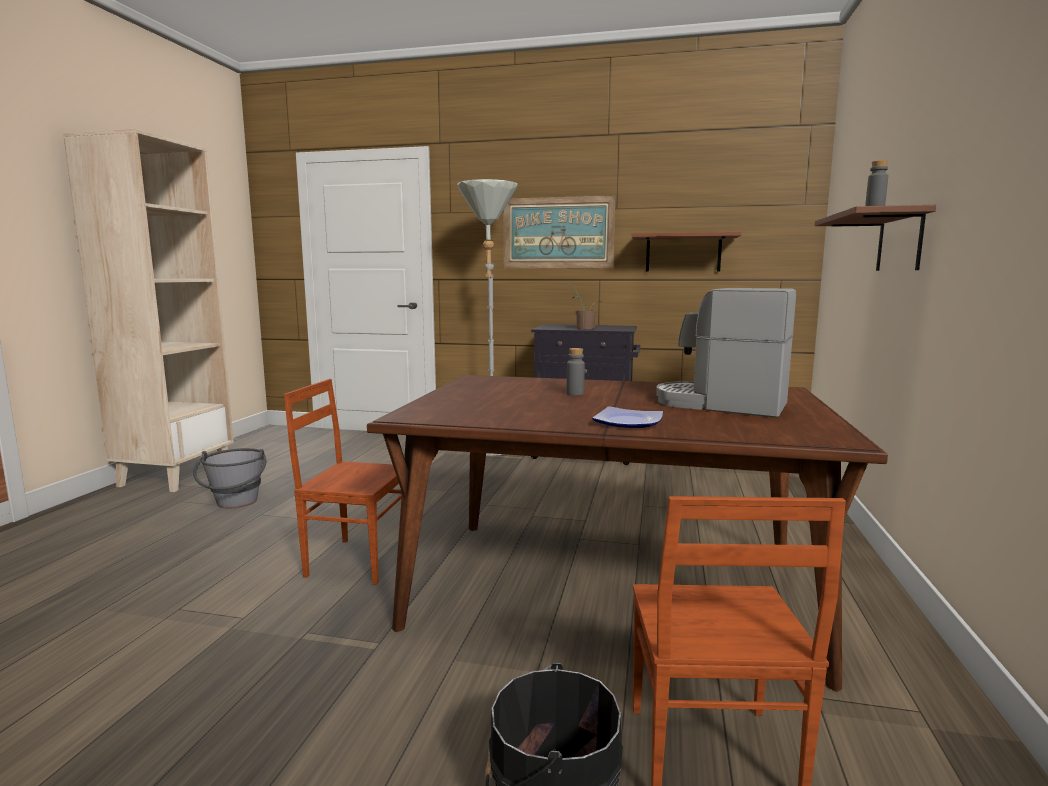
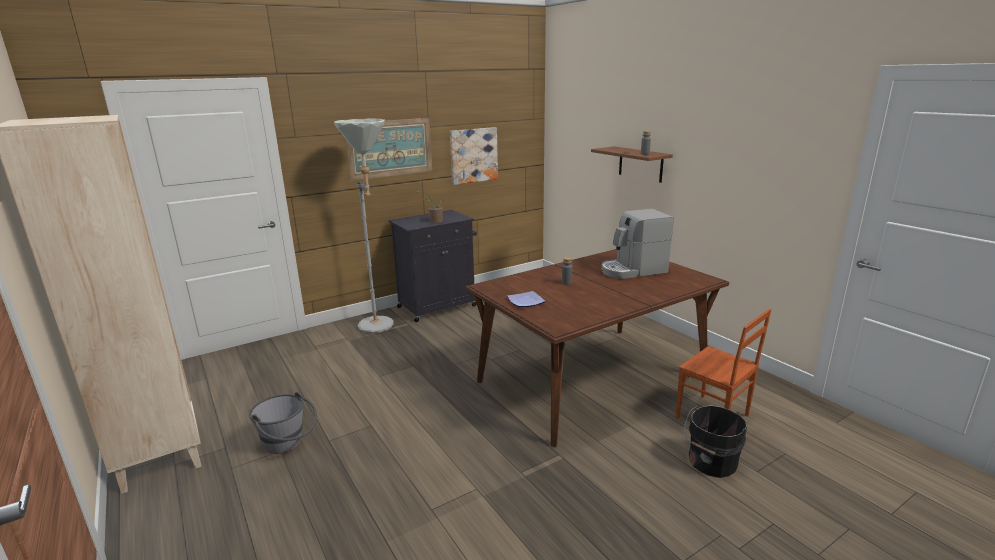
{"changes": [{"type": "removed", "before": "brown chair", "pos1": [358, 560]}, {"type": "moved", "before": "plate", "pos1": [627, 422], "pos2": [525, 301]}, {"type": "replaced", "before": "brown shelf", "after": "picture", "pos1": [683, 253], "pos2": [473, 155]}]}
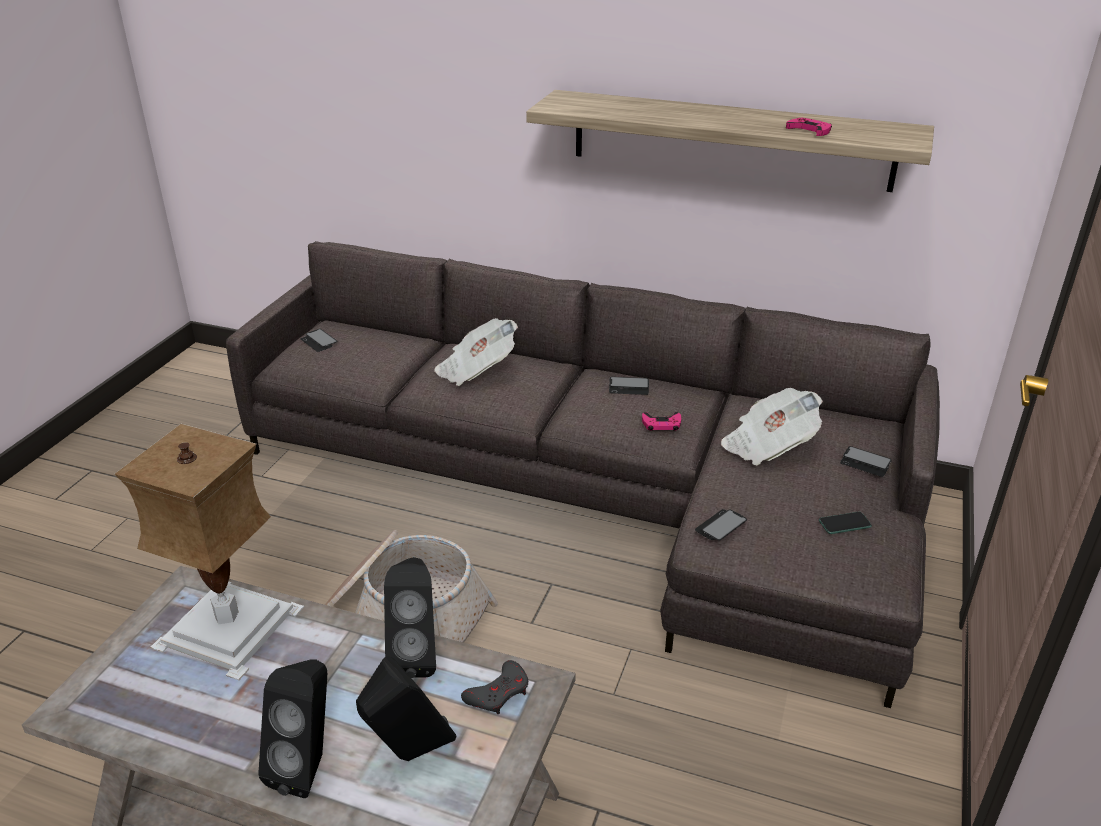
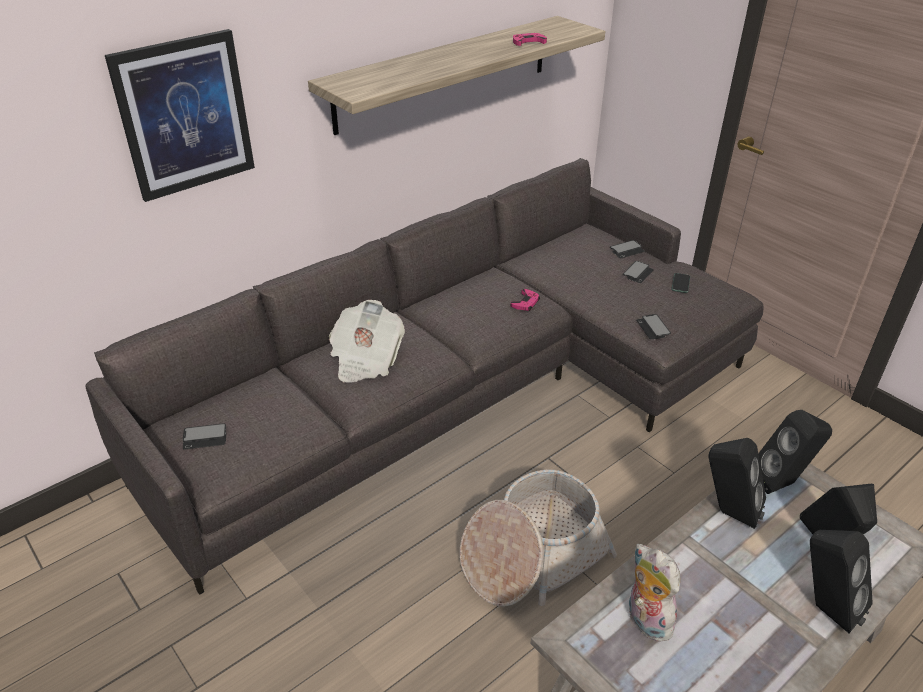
{"changes": [{"type": "removed", "before": "newspaper", "pos1": [768, 446]}, {"type": "added", "after": "picture", "pos2": [185, 115]}, {"type": "moved", "before": "phone", "pos1": [628, 387], "pos2": [638, 273]}, {"type": "replaced", "before": "table lamp", "after": "plush toy", "pos1": [229, 629], "pos2": [645, 620]}, {"type": "replaced", "before": "grey game controller", "after": "black speaker", "pos1": [498, 693], "pos2": [782, 483]}]}
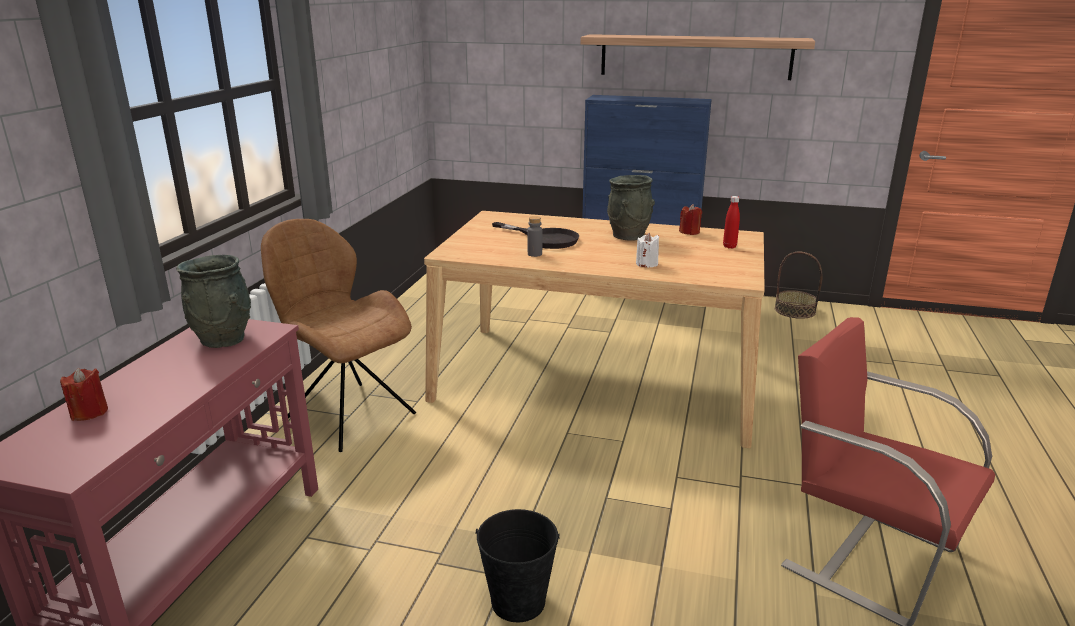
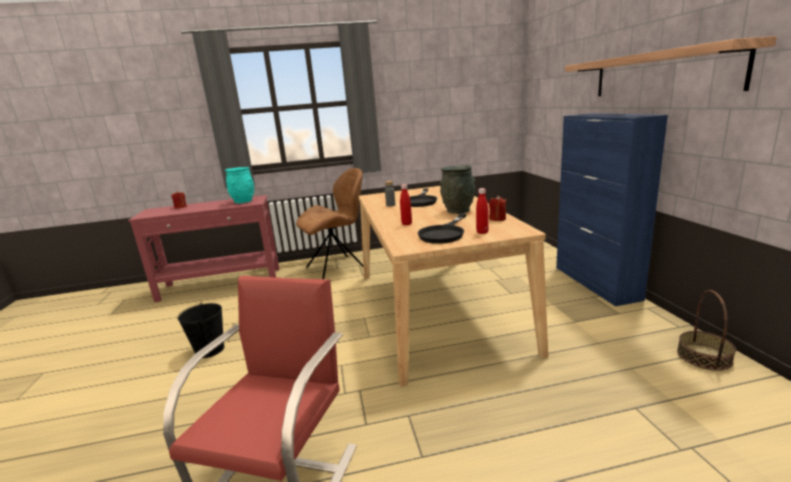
{"changes": [{"type": "added", "after": "black frying pan", "pos2": [444, 233]}, {"type": "replaced", "before": "white candle", "after": "red bottle", "pos1": [646, 264], "pos2": [406, 224]}, {"type": "recoloured", "before": "grey vase", "after": "turquoise vase", "pos1": [224, 339], "pos2": [243, 201]}, {"type": "turned", "before": "brown chair", "pos1": [348, 414], "pos2": [338, 268], "turn": 45}]}
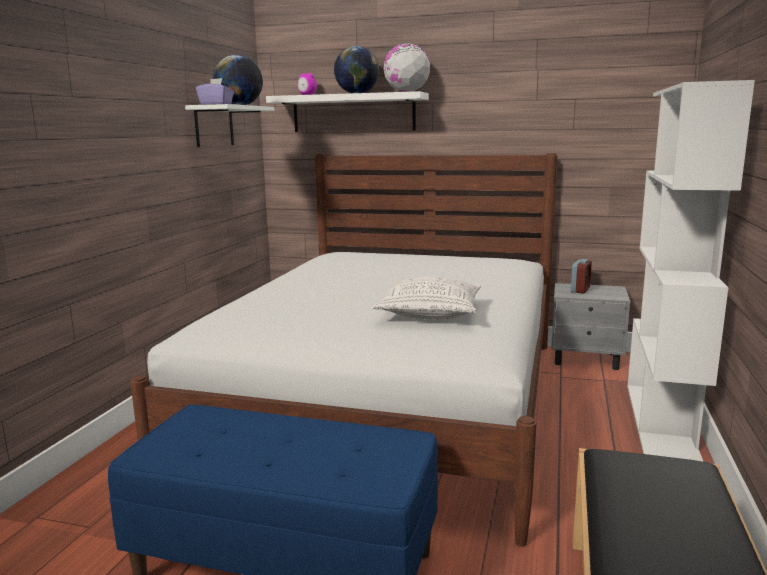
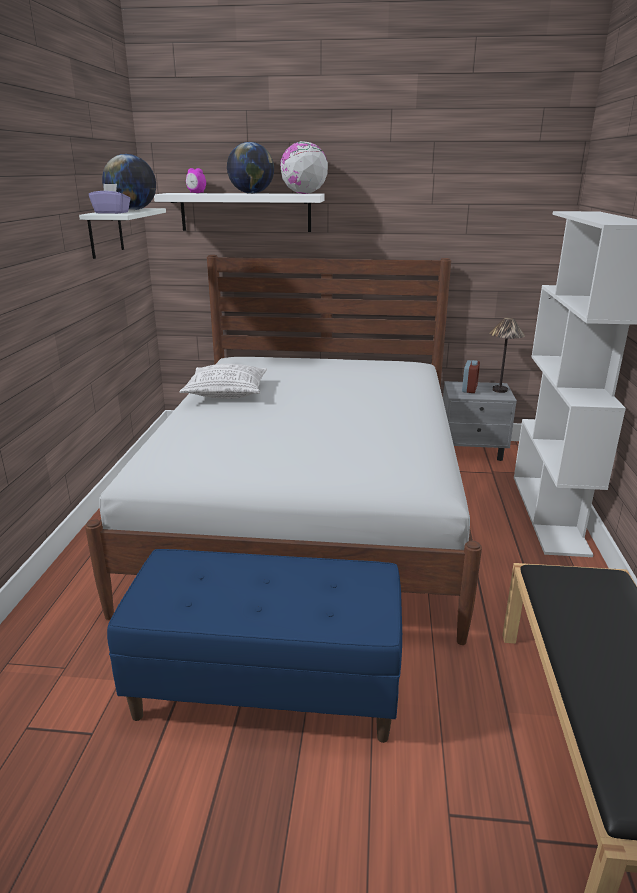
{"changes": [{"type": "added", "after": "table lamp", "pos2": [499, 390]}, {"type": "moved", "before": "pillow", "pos1": [430, 313], "pos2": [227, 393]}]}
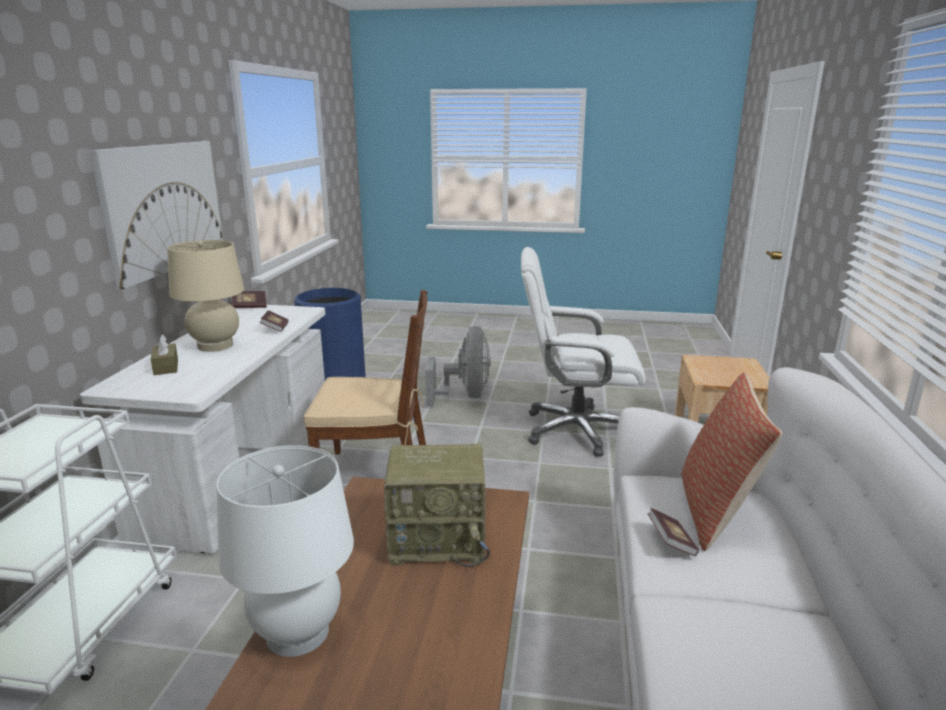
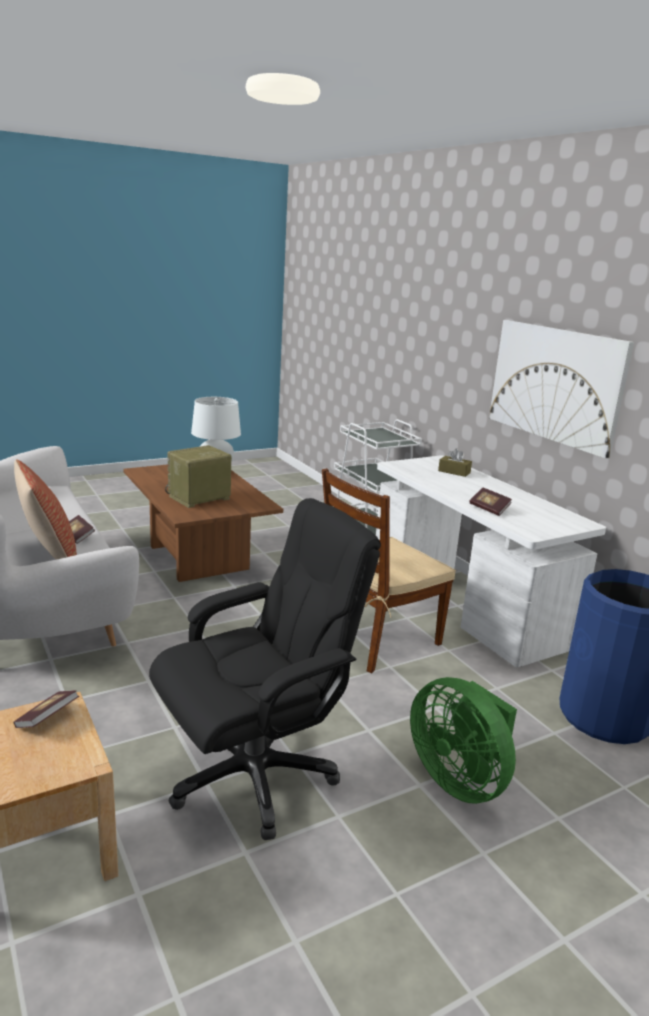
{"changes": [{"type": "removed", "before": "beige table lamp", "pos1": [215, 346]}, {"type": "moved", "before": "book", "pos1": [249, 307], "pos2": [47, 719]}, {"type": "recoloured", "before": "grey fan", "after": "green fan", "pos1": [465, 396], "pos2": [459, 779]}, {"type": "recoloured", "before": "white office chair", "after": "black office chair", "pos1": [575, 430], "pos2": [254, 775]}]}
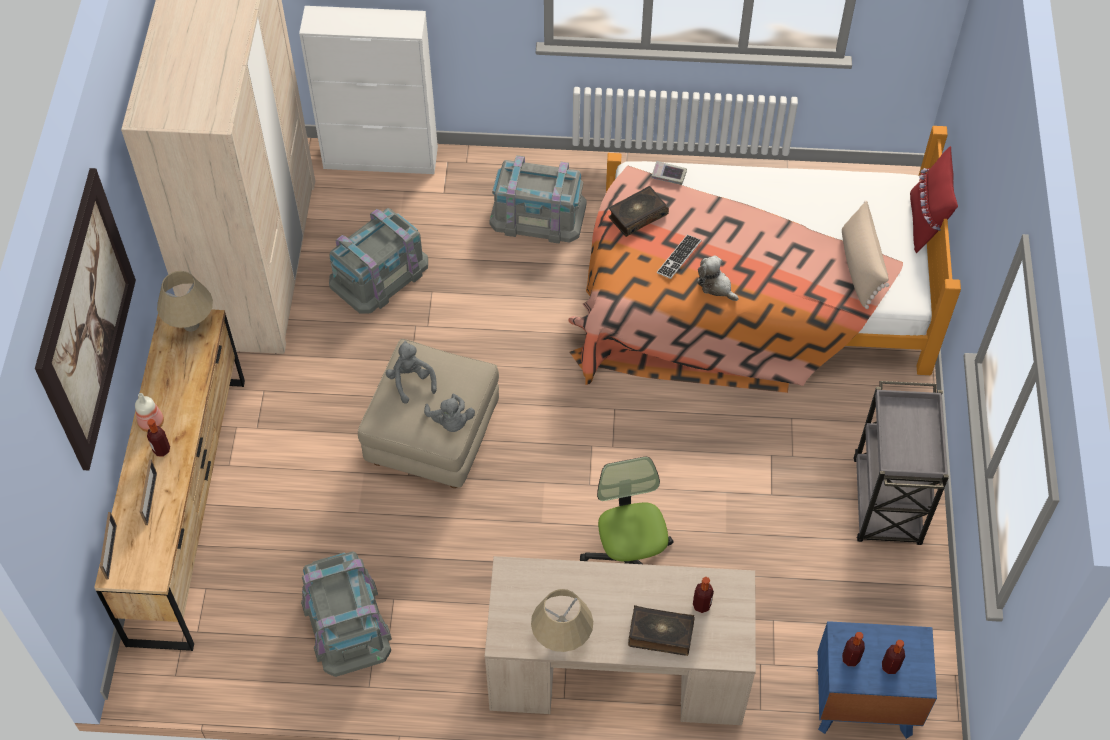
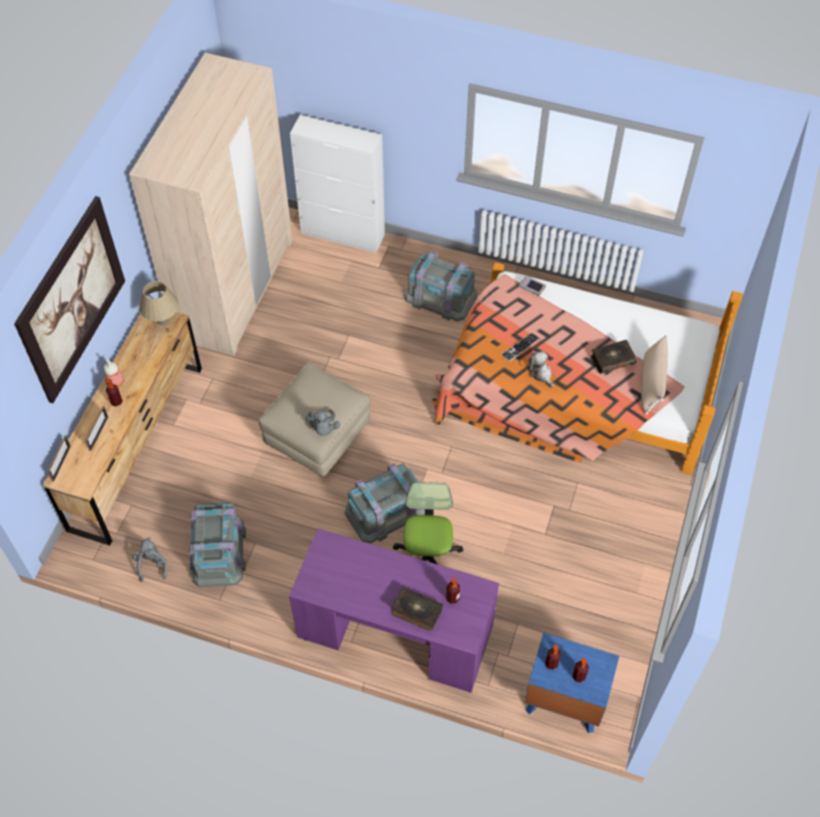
{"changes": [{"type": "removed", "before": "beige table lamp", "pos1": [561, 639]}, {"type": "removed", "before": "grey cart", "pos1": [886, 504]}, {"type": "removed", "before": "red pillow", "pos1": [925, 223]}, {"type": "moved", "before": "grey storage box", "pos1": [378, 273], "pos2": [385, 510]}, {"type": "moved", "before": "grey plush toy", "pos1": [411, 381], "pos2": [152, 565]}, {"type": "moved", "before": "book", "pos1": [637, 216], "pos2": [612, 360]}, {"type": "recoloured", "before": "beige desk", "after": "purple desk", "pos1": [616, 668], "pos2": [395, 629]}]}
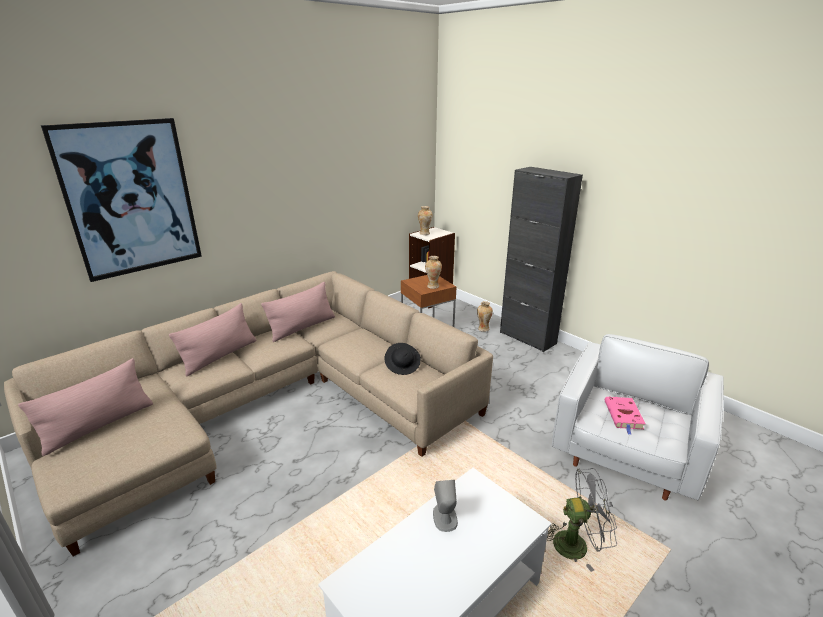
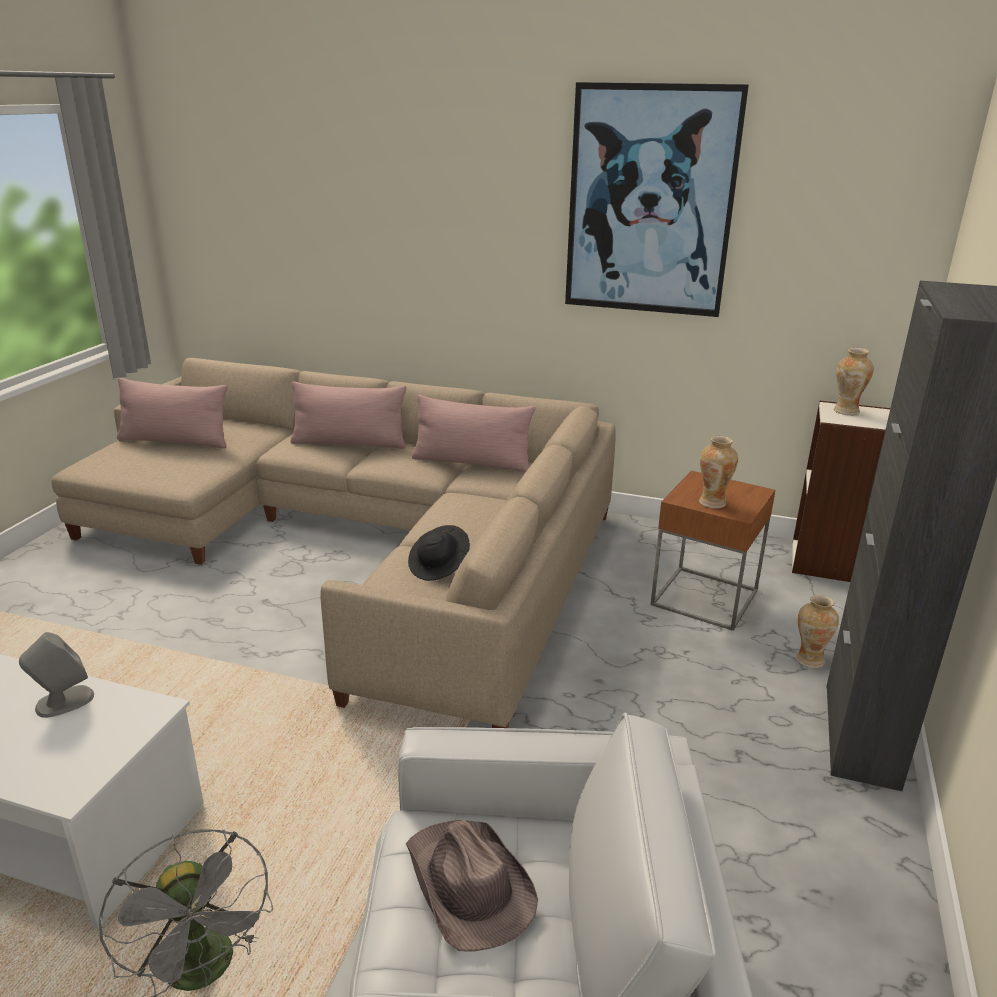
{"changes": [{"type": "moved", "before": "picture", "pos1": [131, 199], "pos2": [650, 202]}, {"type": "replaced", "before": "pink book", "after": "brown hat", "pos1": [624, 416], "pos2": [468, 885]}]}
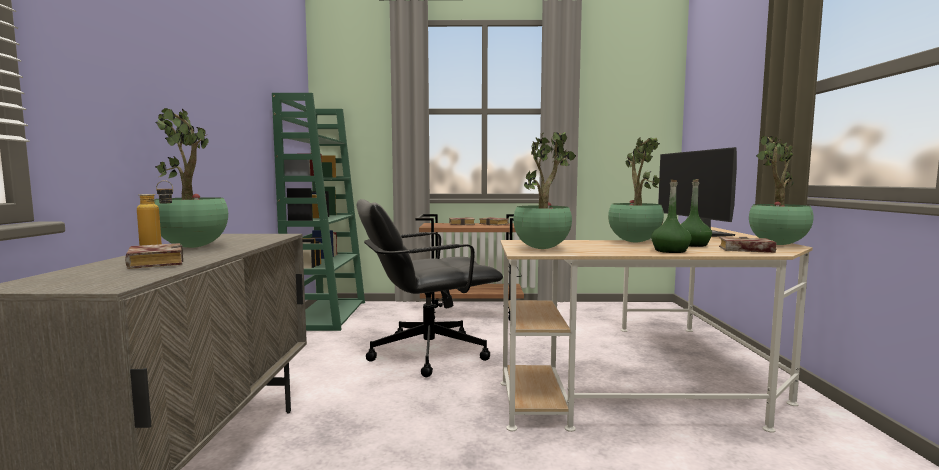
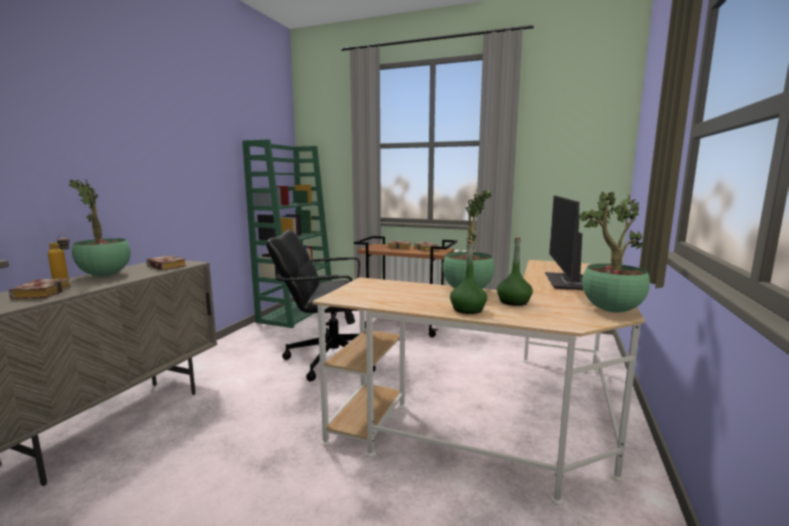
{"changes": [{"type": "removed", "before": "potted plant", "pos1": [542, 248]}, {"type": "moved", "before": "book", "pos1": [744, 250], "pos2": [164, 266]}]}
